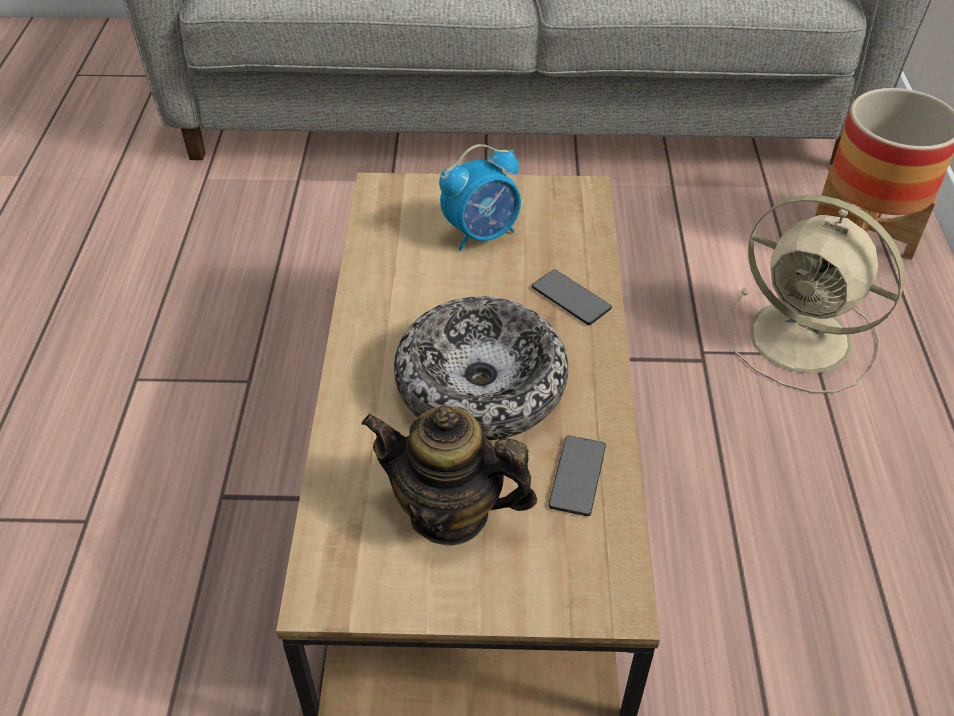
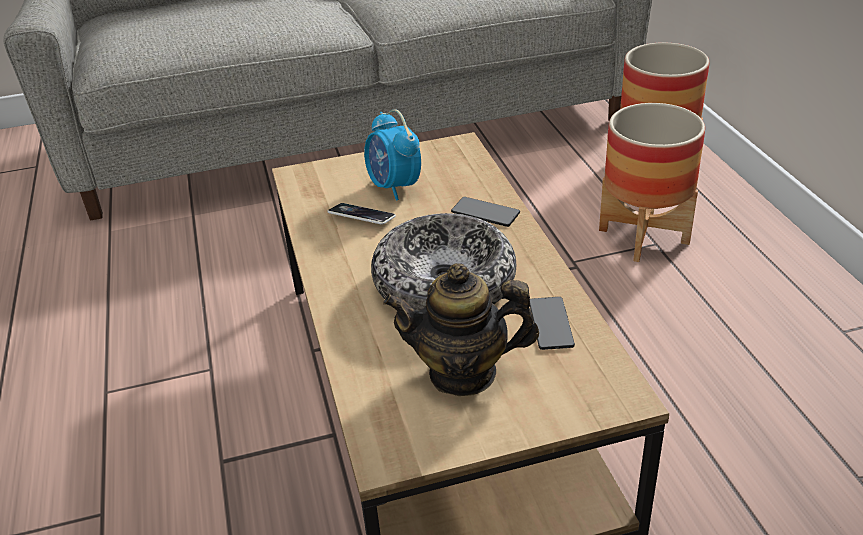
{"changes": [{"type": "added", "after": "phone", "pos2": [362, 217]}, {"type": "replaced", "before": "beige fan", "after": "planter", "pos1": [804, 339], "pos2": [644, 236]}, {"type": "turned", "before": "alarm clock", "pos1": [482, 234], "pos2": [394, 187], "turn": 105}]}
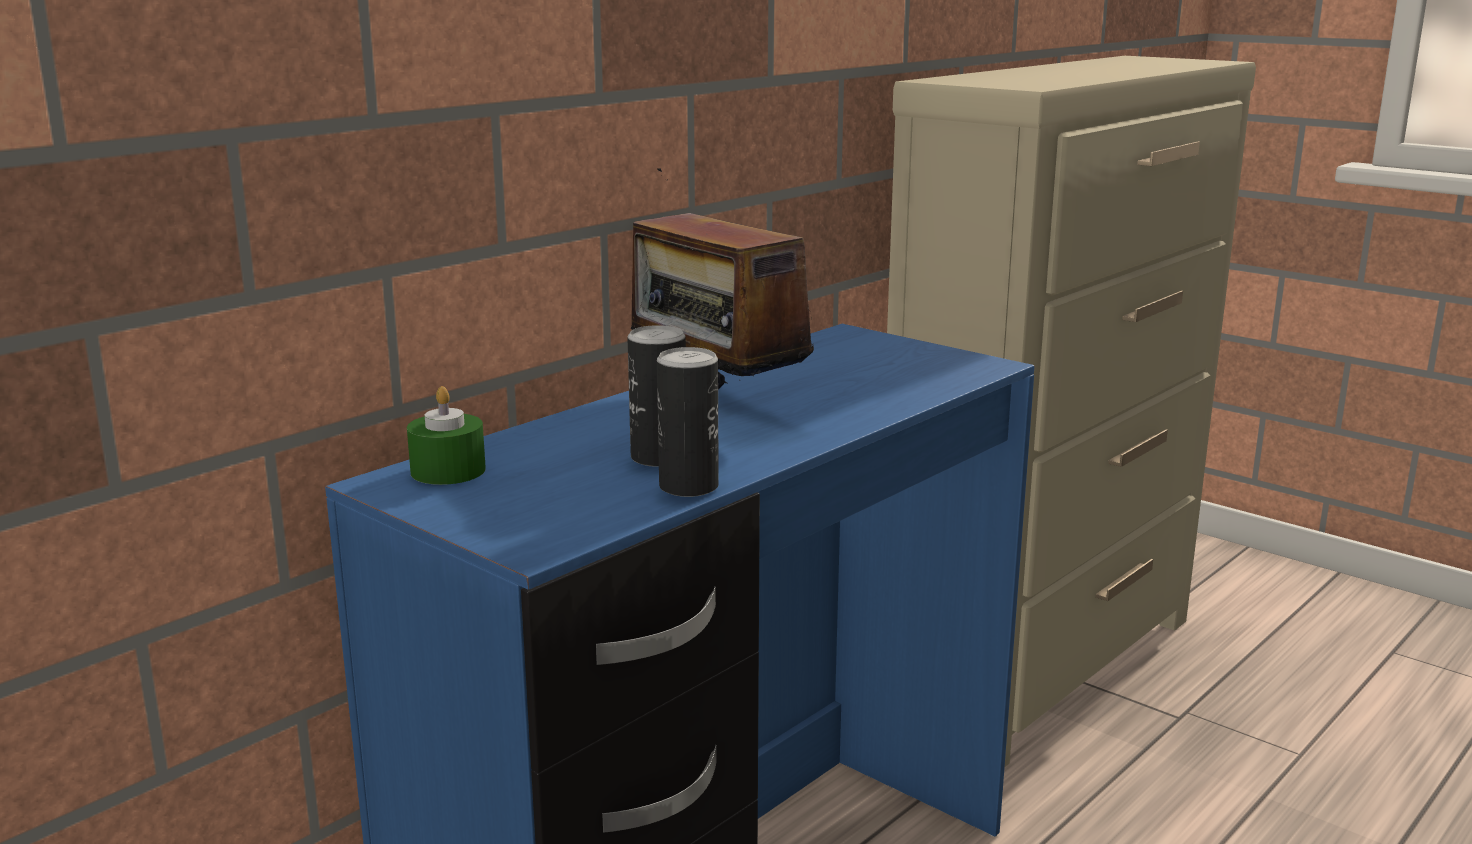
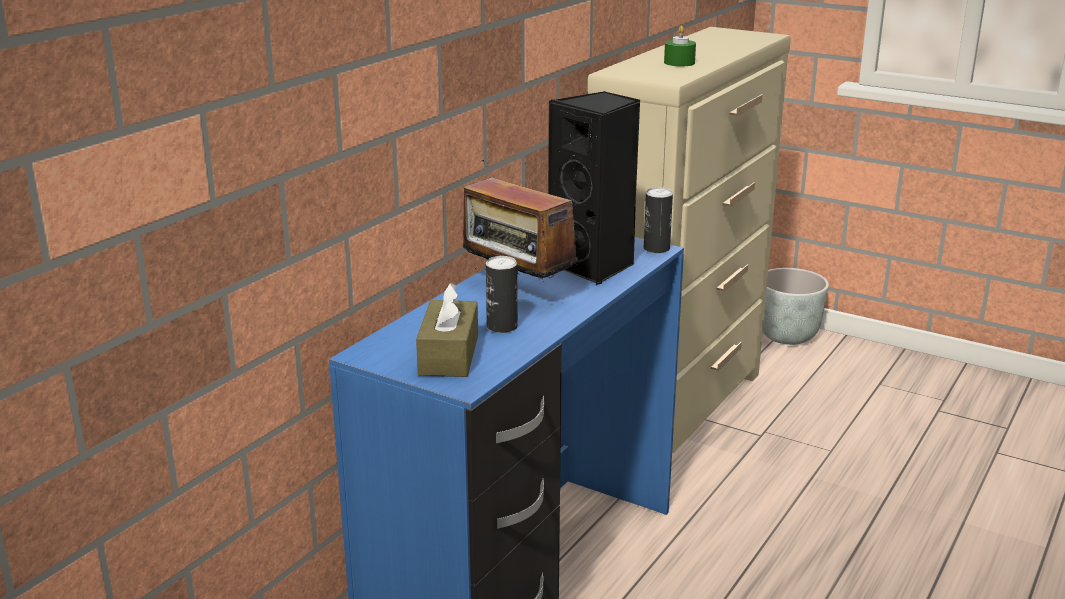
{"changes": [{"type": "added", "after": "brown tissue box", "pos2": [449, 355]}, {"type": "added", "after": "black speaker", "pos2": [595, 267]}, {"type": "added", "after": "grey planter", "pos2": [787, 336]}, {"type": "moved", "before": "green candle", "pos1": [448, 471], "pos2": [679, 63]}, {"type": "moved", "before": "can", "pos1": [688, 486], "pos2": [656, 248]}]}
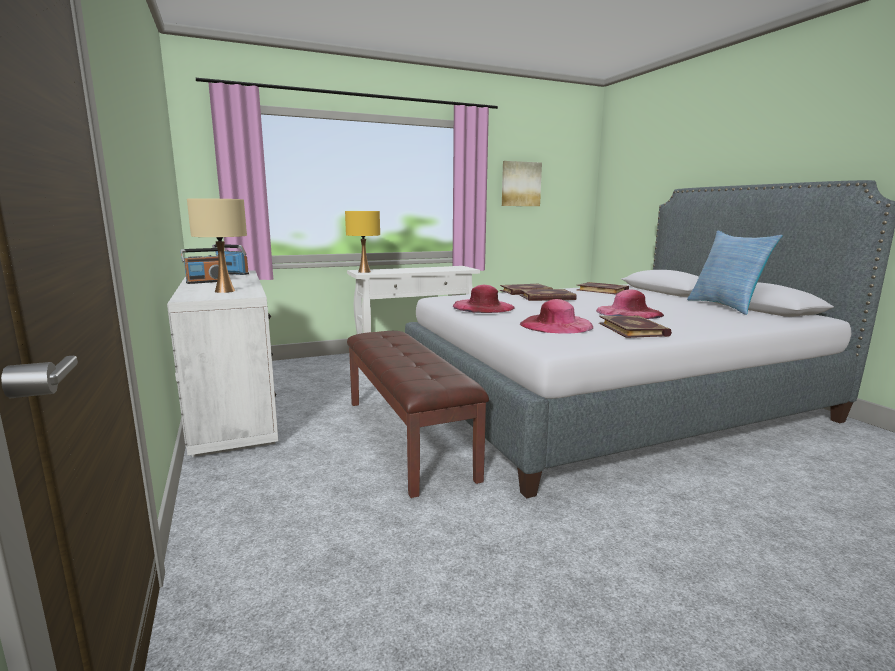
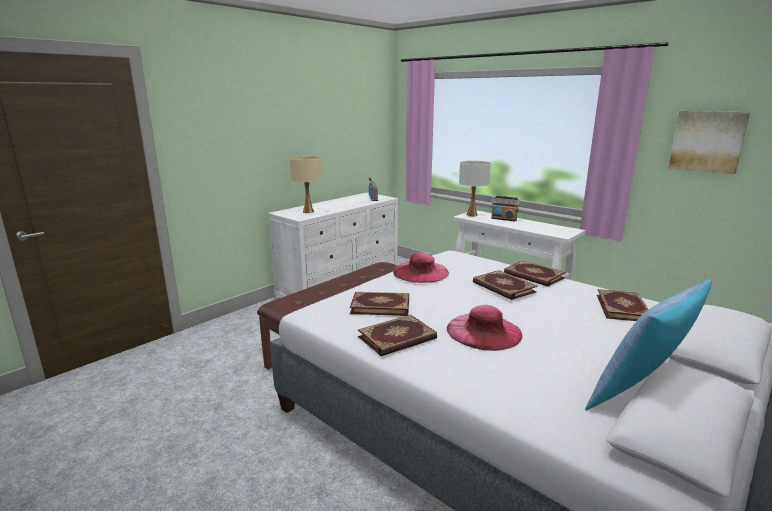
{"changes": [{"type": "moved", "before": "radio", "pos1": [206, 282], "pos2": [504, 219]}, {"type": "replaced", "before": "pink hat", "after": "book", "pos1": [556, 325], "pos2": [380, 305]}, {"type": "recoloured", "before": "yellow table lamp", "after": "white table lamp", "pos1": [364, 272], "pos2": [472, 215]}]}
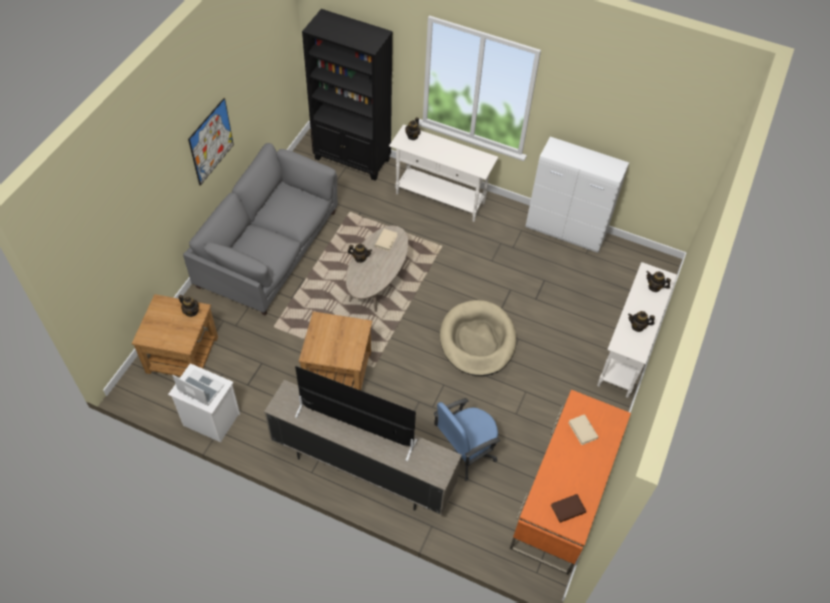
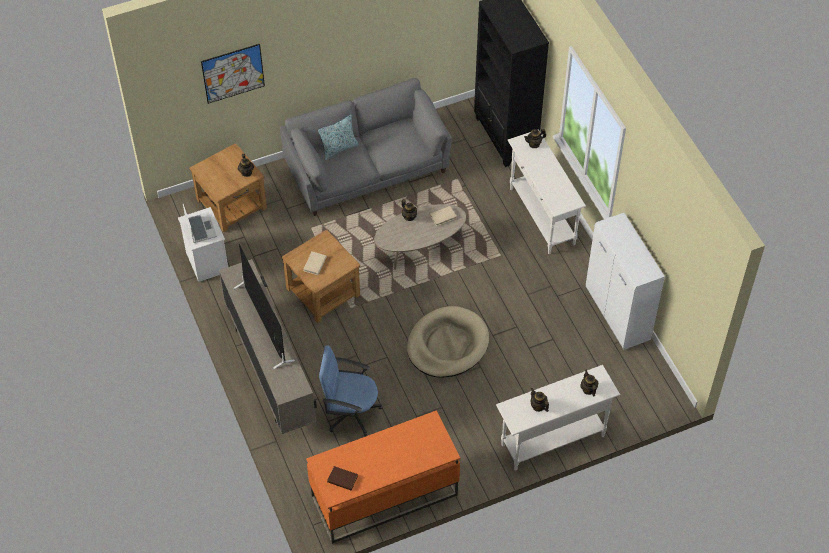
{"changes": [{"type": "added", "after": "pillow", "pos2": [339, 149]}, {"type": "moved", "before": "picture", "pos1": [211, 141], "pos2": [233, 73]}, {"type": "moved", "before": "beige book", "pos1": [583, 430], "pos2": [315, 264]}]}
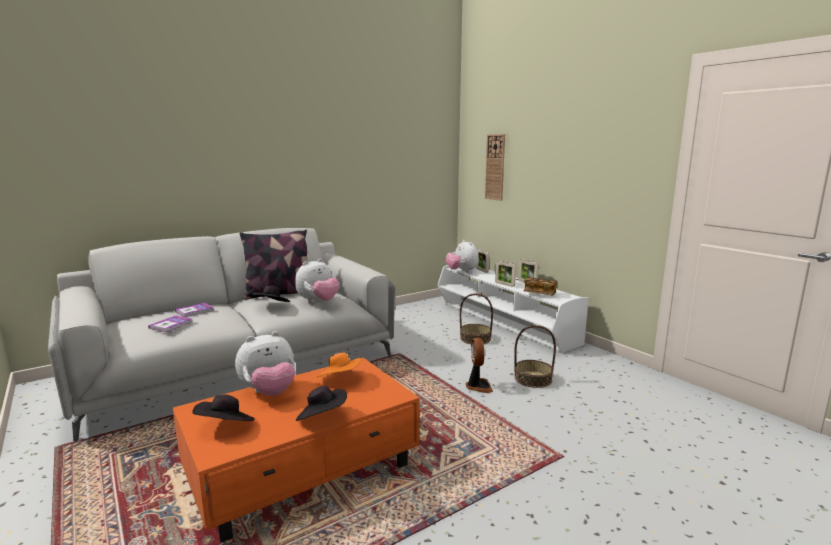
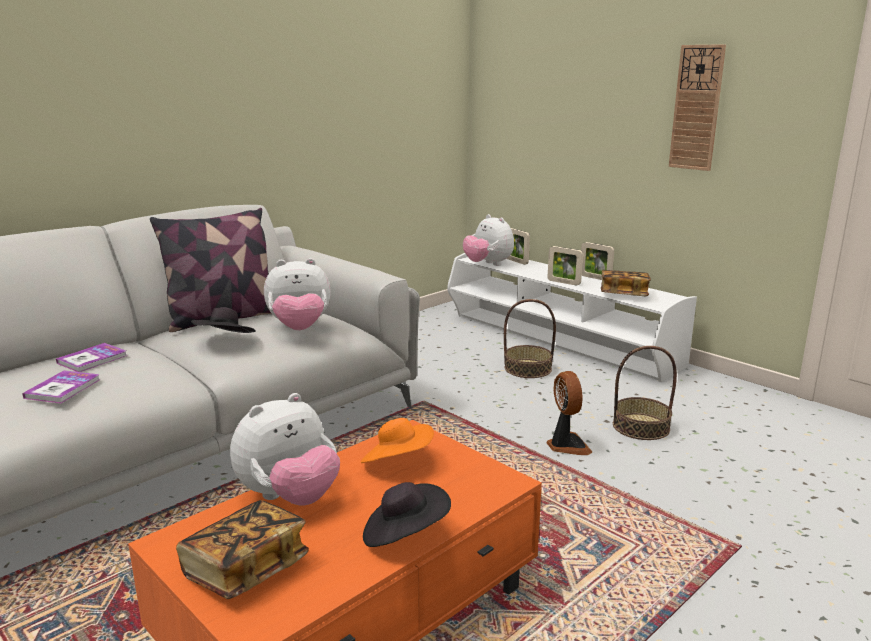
{"changes": [{"type": "moved", "before": "wall clock", "pos1": [495, 167], "pos2": [696, 108]}, {"type": "replaced", "before": "black hat", "after": "book", "pos1": [226, 426], "pos2": [246, 569]}, {"type": "turned", "before": "plush toy", "pos1": [318, 301], "pos2": [299, 329], "turn": 45}]}
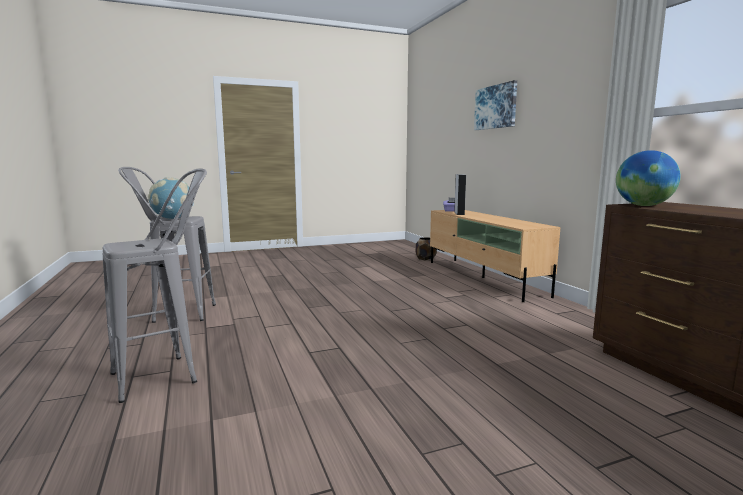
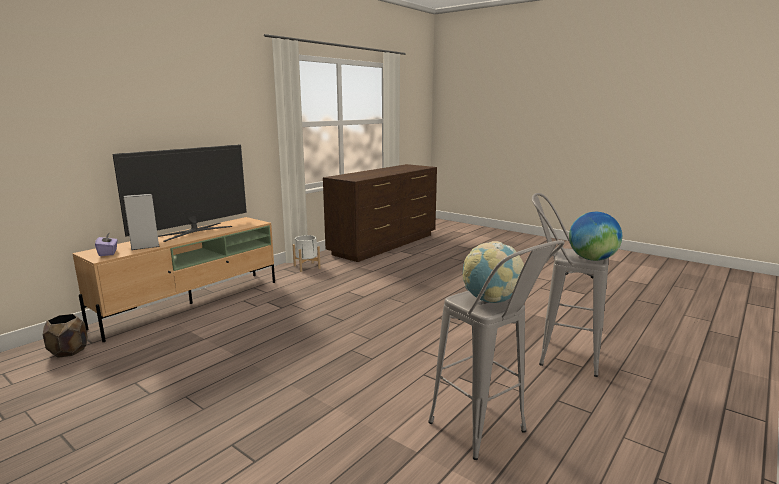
{"changes": [{"type": "removed", "before": "picture", "pos1": [496, 107]}, {"type": "added", "after": "television", "pos2": [193, 231]}, {"type": "added", "after": "white planter", "pos2": [306, 267]}, {"type": "moved", "before": "globe", "pos1": [643, 205], "pos2": [592, 259]}]}
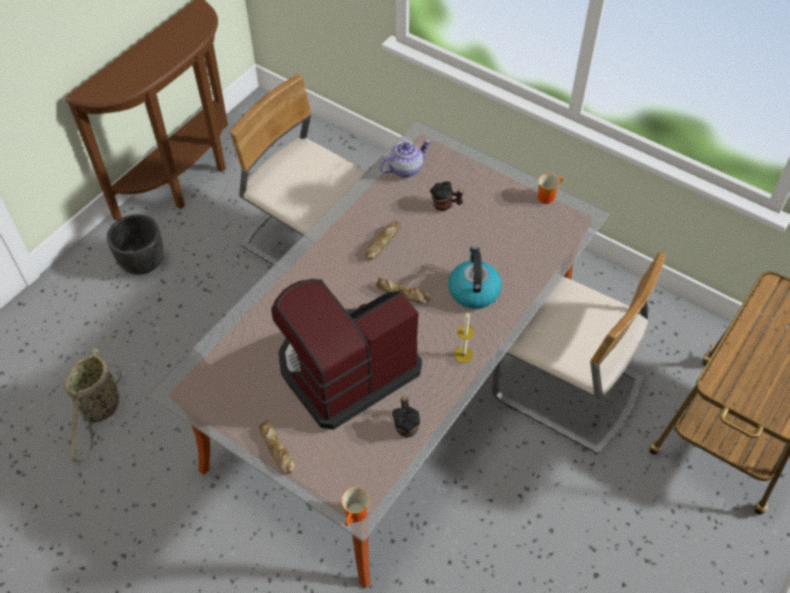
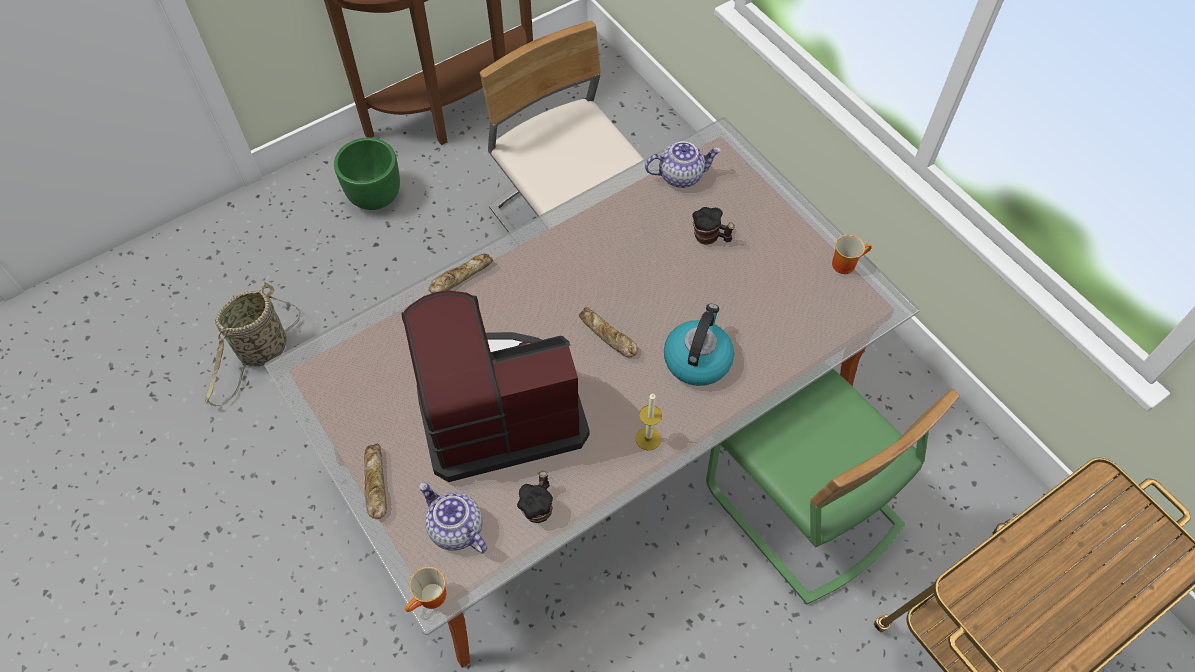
{"changes": [{"type": "added", "after": "teapot", "pos2": [455, 529]}, {"type": "moved", "before": "bread", "pos1": [382, 242], "pos2": [460, 276]}, {"type": "recoloured", "before": "black planter", "after": "green planter", "pos1": [143, 264], "pos2": [375, 197]}, {"type": "recoloured", "before": "beige chair", "after": "green chair", "pos1": [566, 389], "pos2": [802, 508]}]}
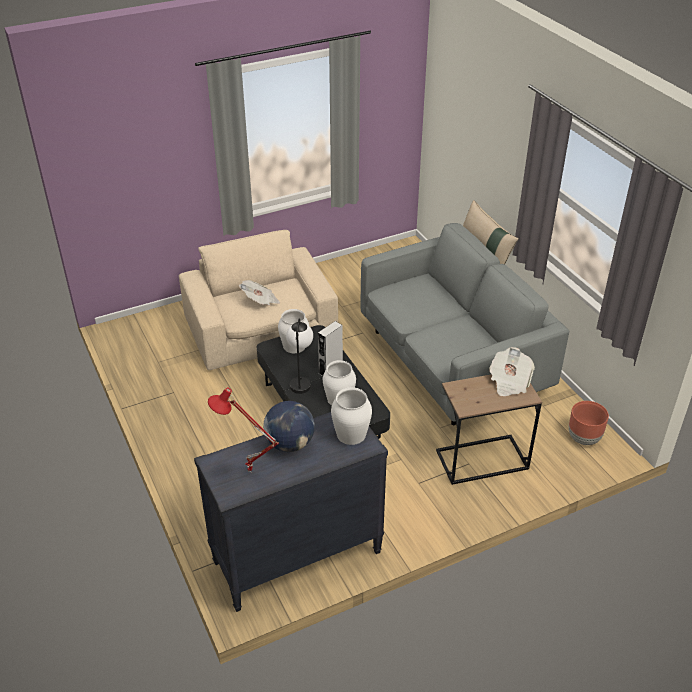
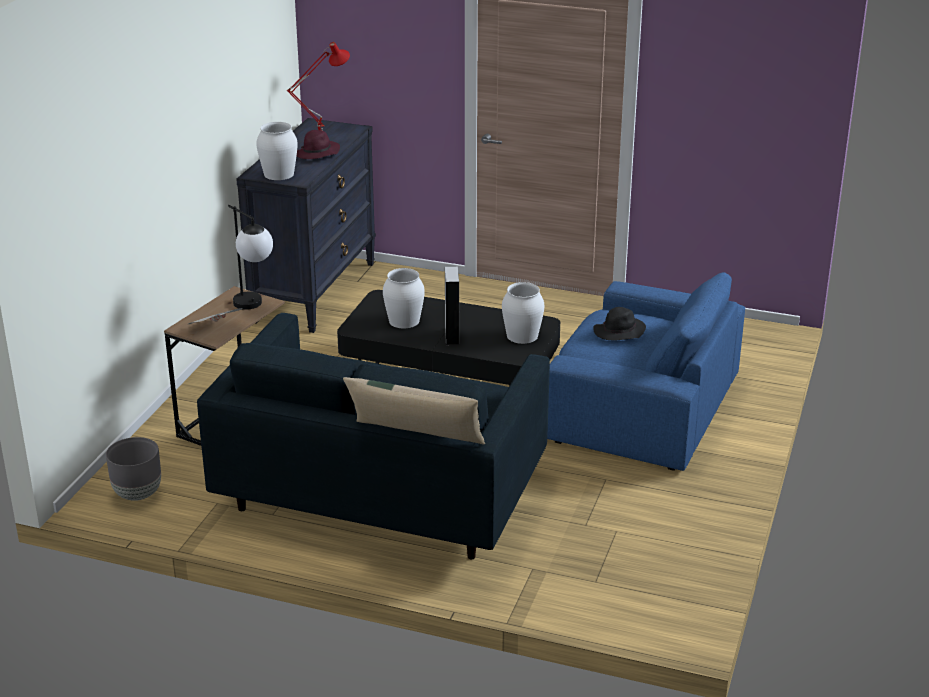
{"changes": [{"type": "moved", "before": "table lamp", "pos1": [300, 380], "pos2": [254, 307]}, {"type": "replaced", "before": "newspaper", "after": "black hat", "pos1": [260, 301], "pos2": [618, 333]}, {"type": "replaced", "before": "globe", "after": "purple hat", "pos1": [290, 444], "pos2": [317, 154]}, {"type": "recoloured", "before": "beige armchair", "after": "blue armchair", "pos1": [261, 329], "pos2": [641, 406]}, {"type": "recoloured", "before": "grey sofa", "after": "blue sofa", "pos1": [451, 361], "pos2": [382, 492]}, {"type": "recoloured", "before": "brown planter", "after": "grey planter", "pos1": [584, 439], "pos2": [137, 494]}]}
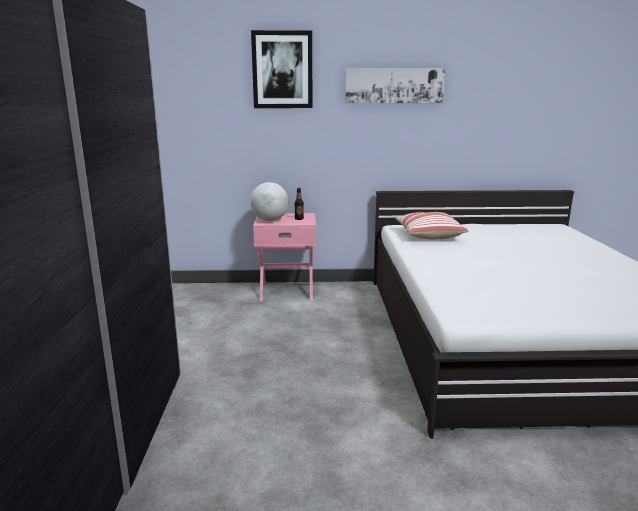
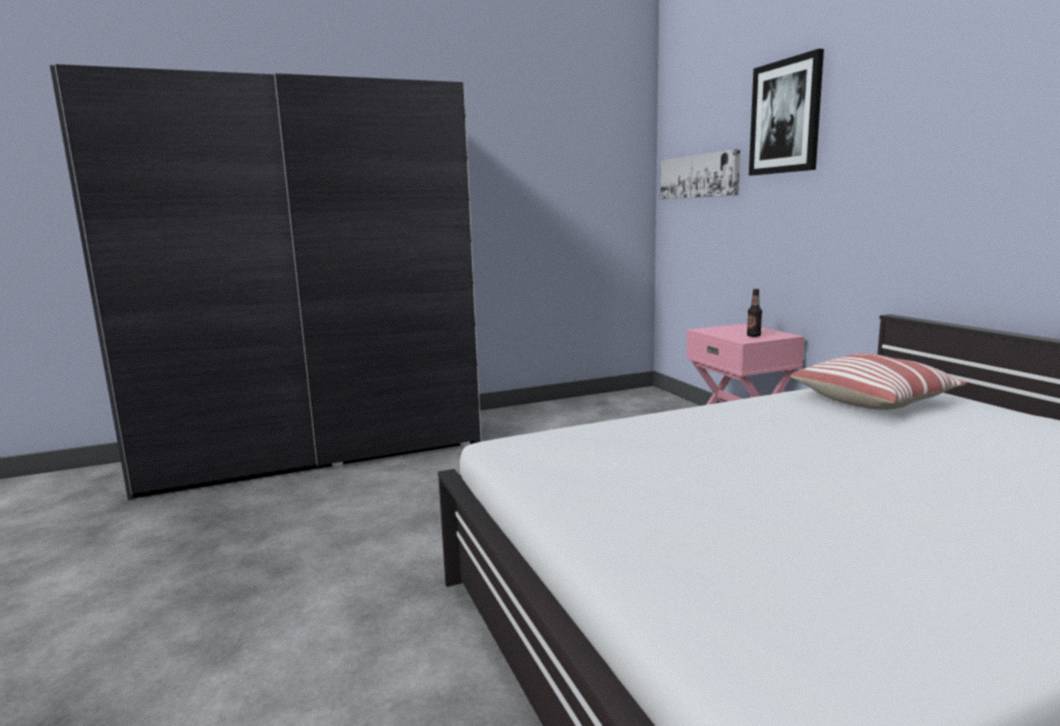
{"changes": [{"type": "removed", "before": "globe", "pos1": [270, 220]}, {"type": "moved", "before": "picture", "pos1": [394, 86], "pos2": [699, 176]}]}
